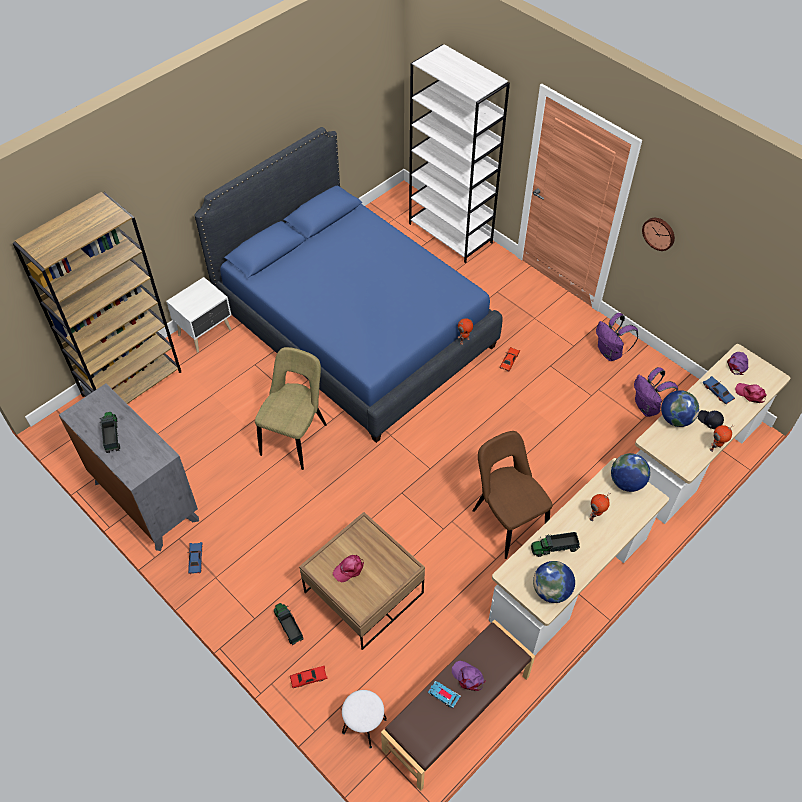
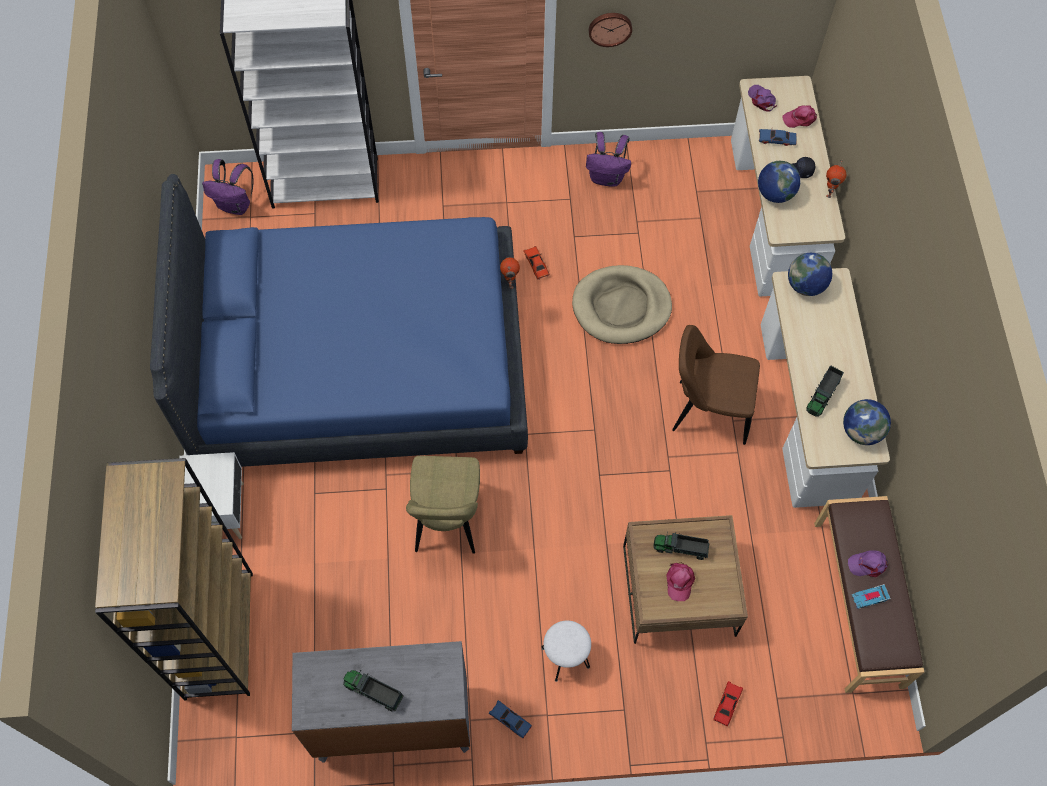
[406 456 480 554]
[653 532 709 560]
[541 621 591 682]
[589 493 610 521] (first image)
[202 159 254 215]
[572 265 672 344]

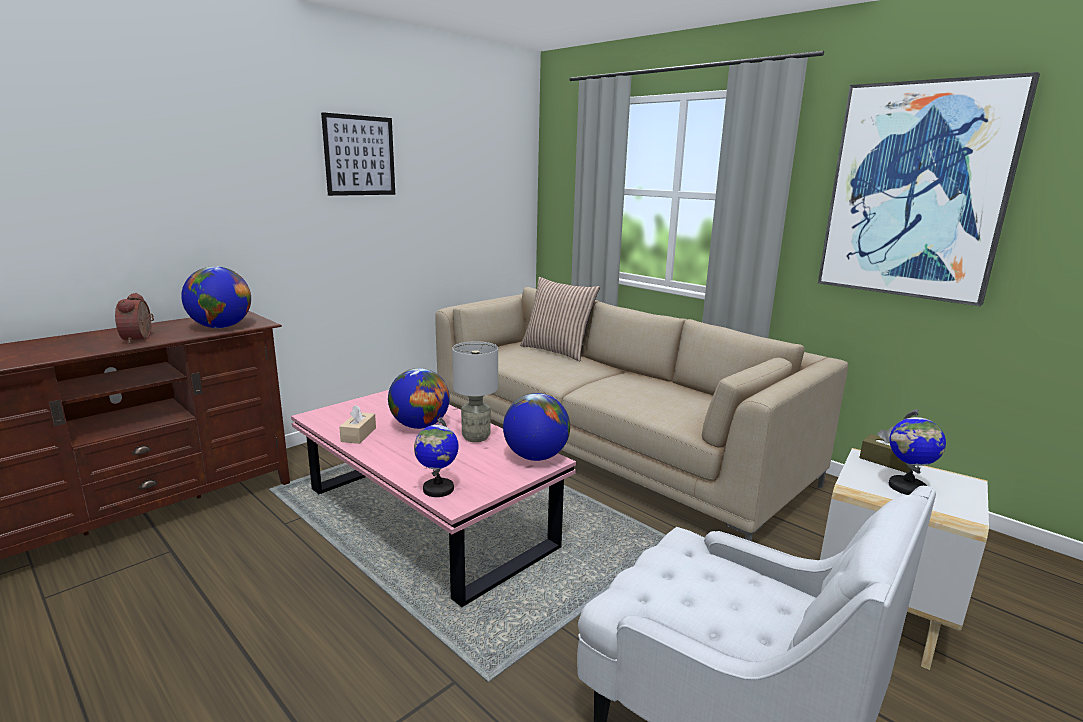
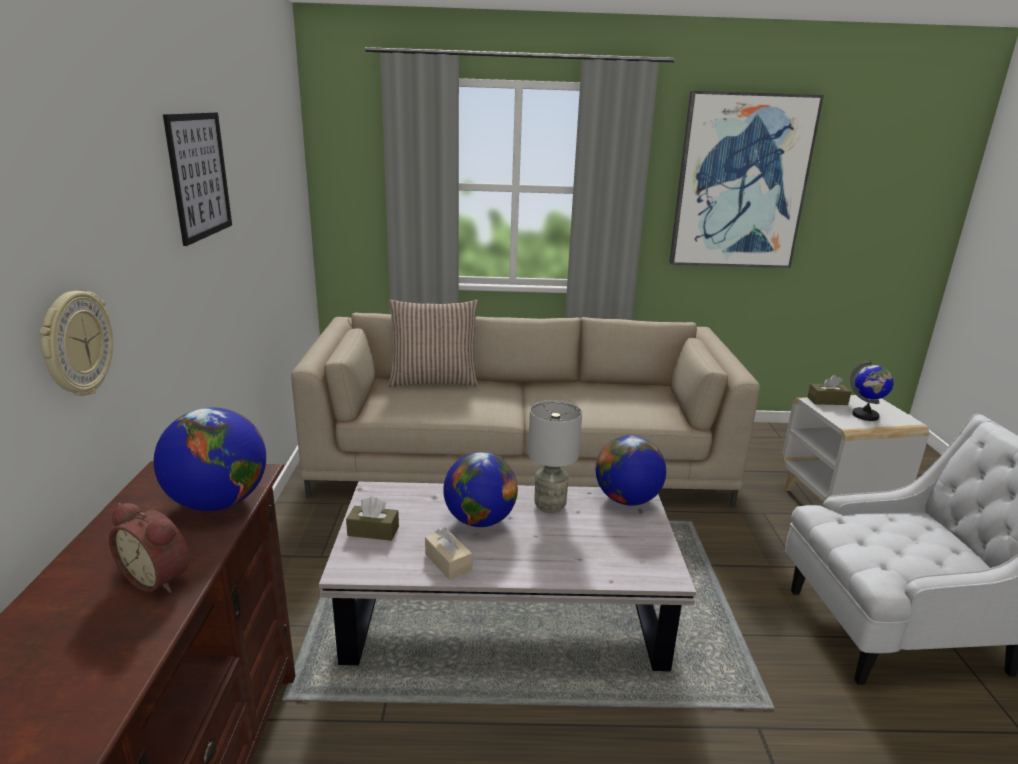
[319 482 696 671]
[414 417 458 497] (first image)
[39 291 113 396]
[346 497 399 541]

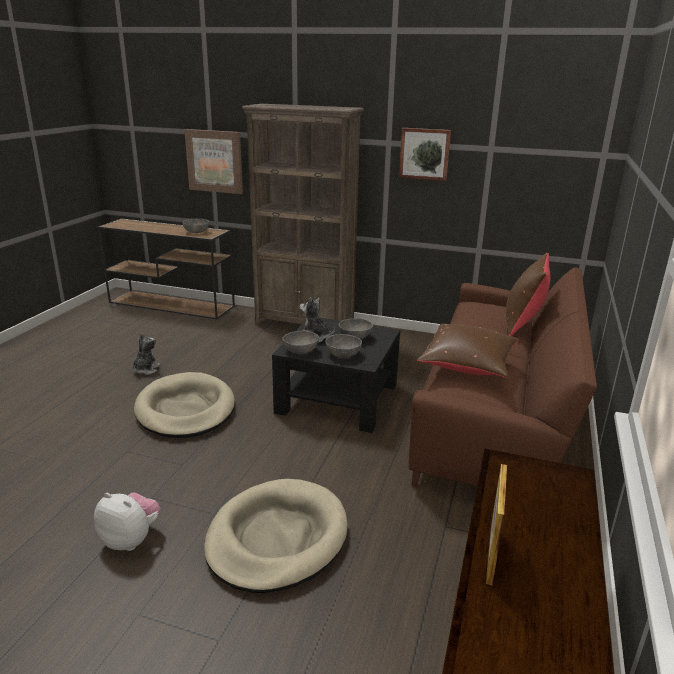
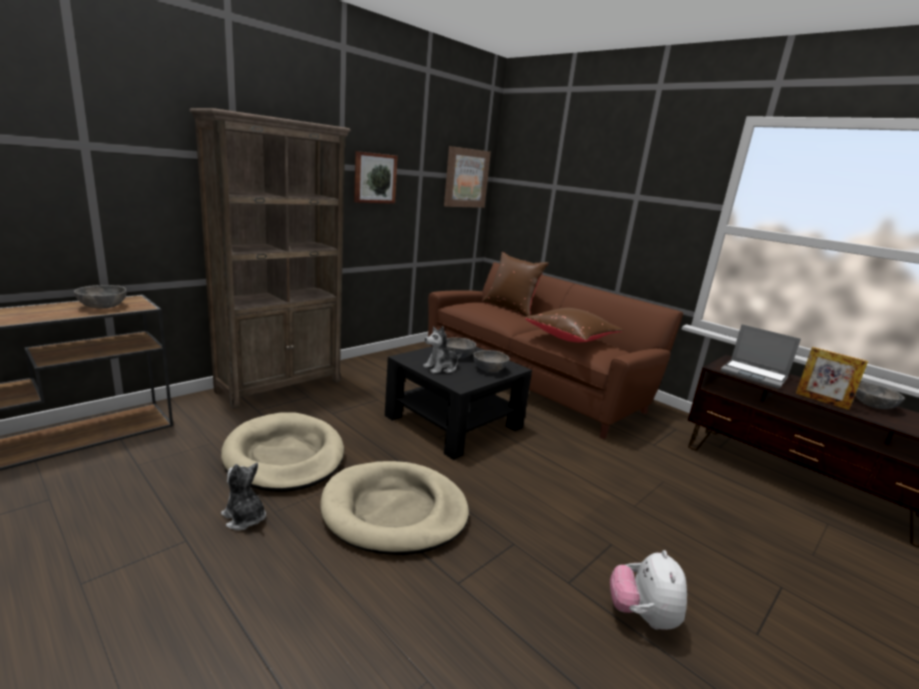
[610 550 687 630]
[444 146 491 208]
[221 412 344 492]
[855 382 905 409]
[721 324 801 389]

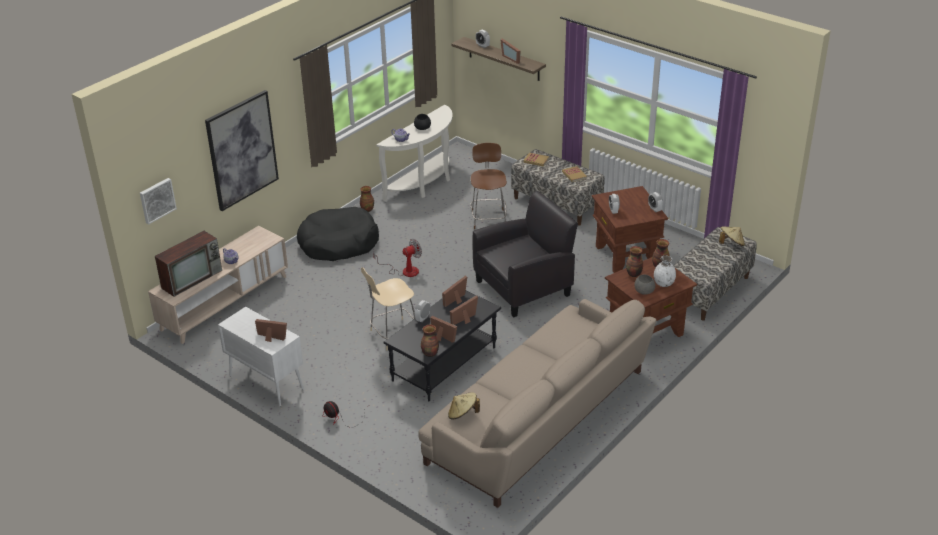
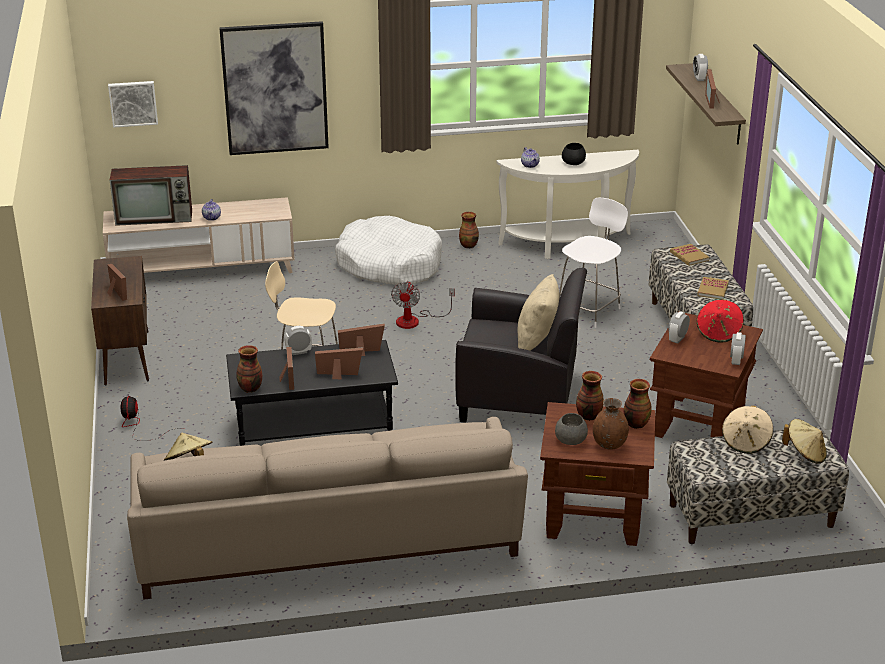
[91 256 149 385]
[335 216 442 285]
[391 281 455 329]
[559 198 628 328]
[593 398 629 450]
[517 274 559 351]
[697 299 744 343]
[722 405 773 454]

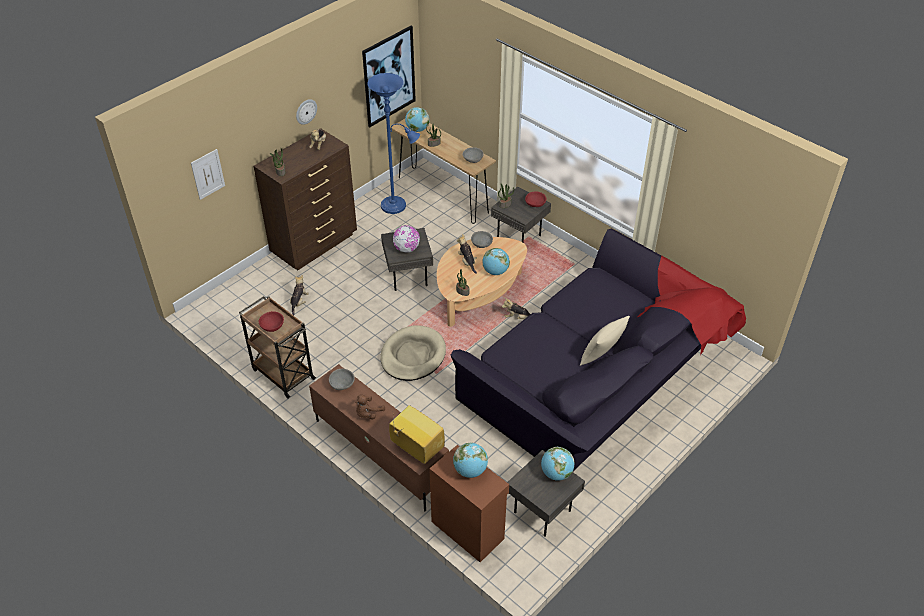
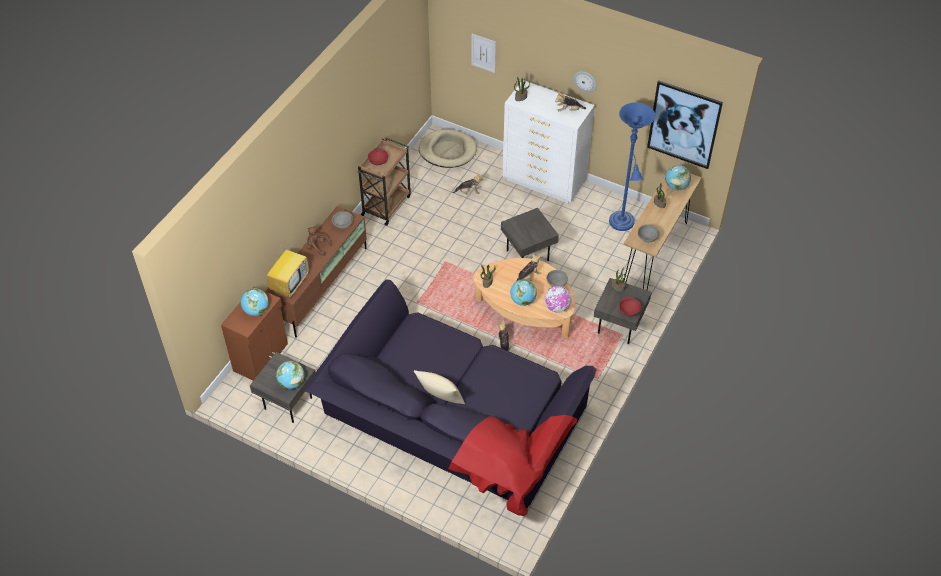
[503 80 595 203]
[419 129 477 168]
[545 286 571 313]

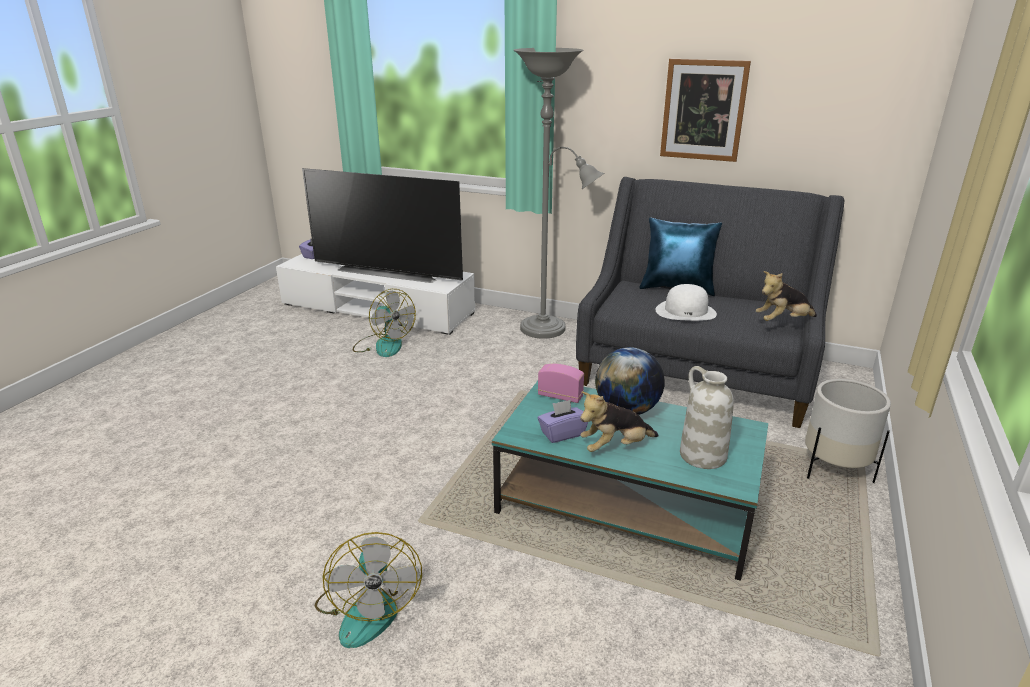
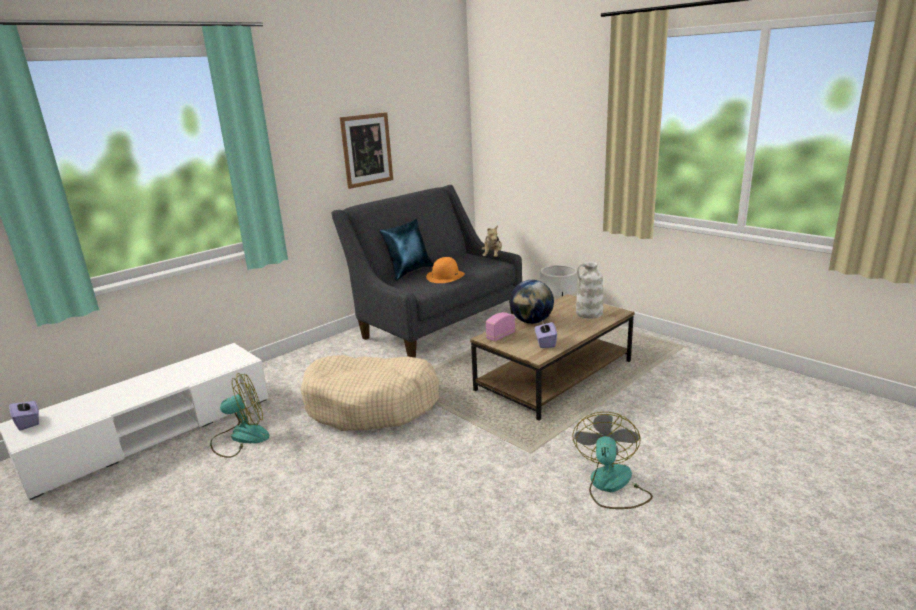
[302 168 463 283] (first image)
[572 412 653 509]
[470 294 634 420]
[514 48 604 339] (first image)
[580 392 659 452] (first image)
[426 257 465 283]
[301 355 439 431]

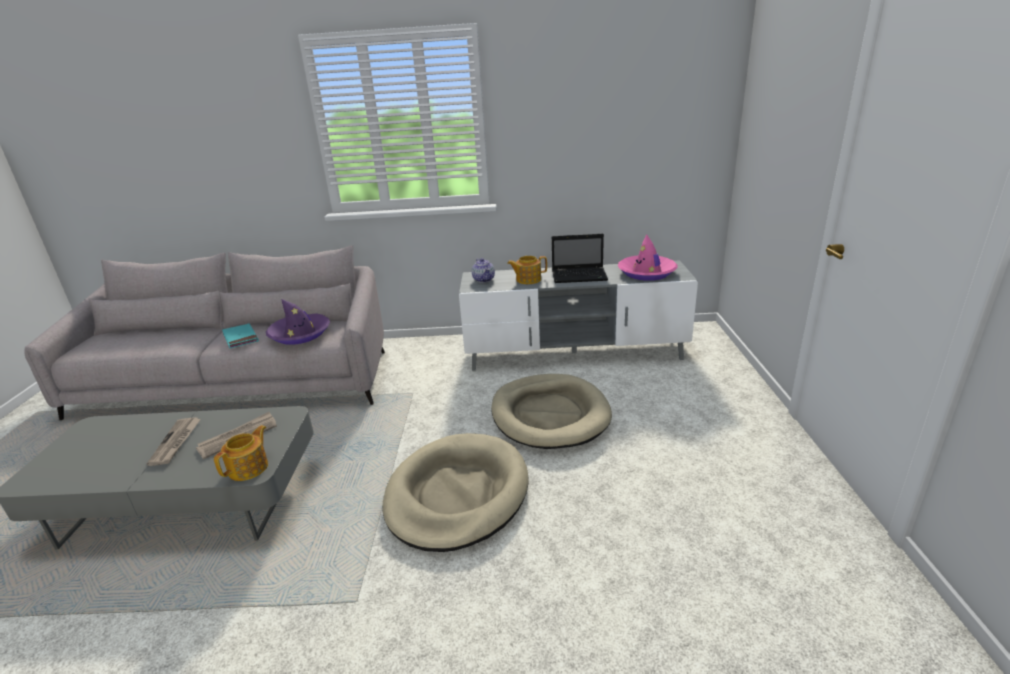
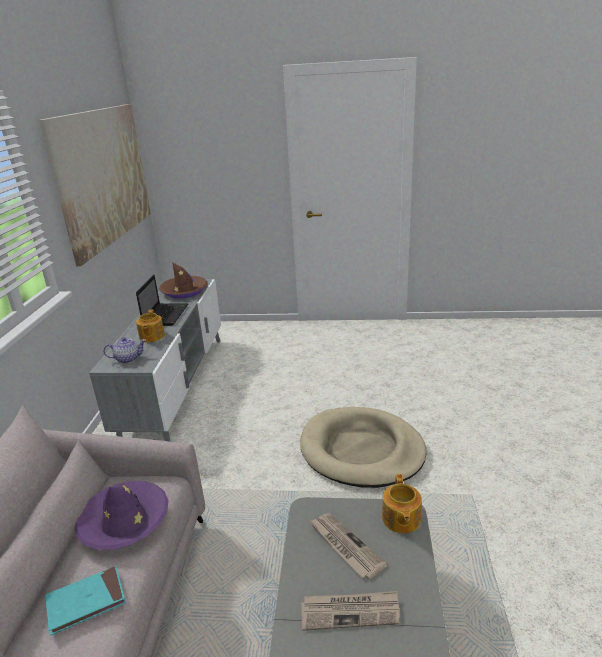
[382 474 422 533]
[491 374 612 449] (first image)
[159 262 208 298]
[39 104 151 266]

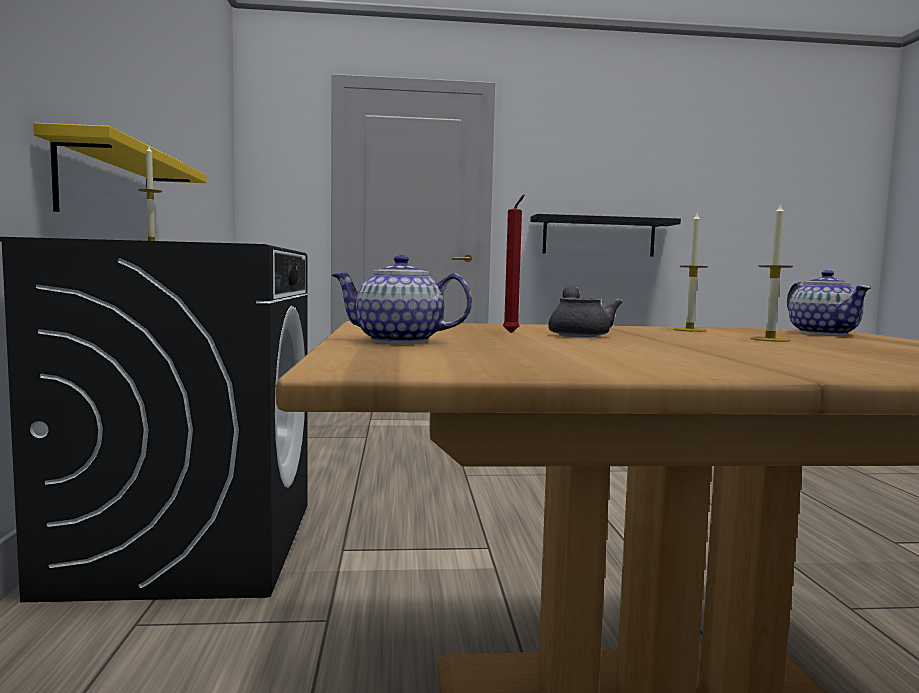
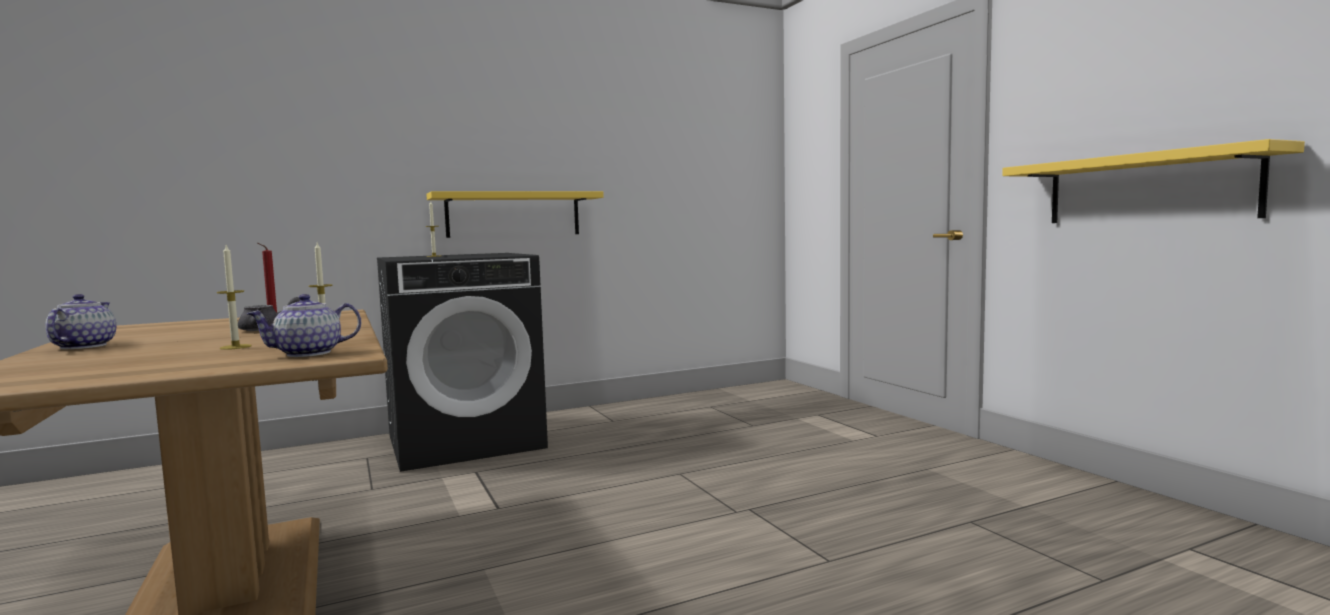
[45 294 116 349]
[1002 139 1305 223]

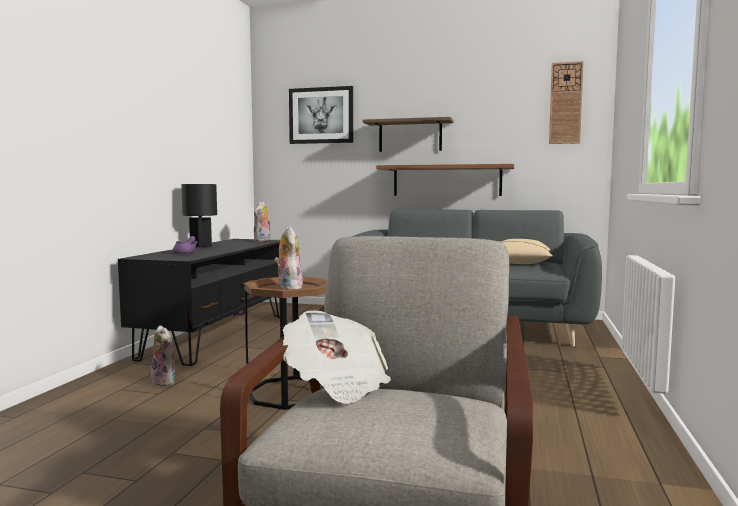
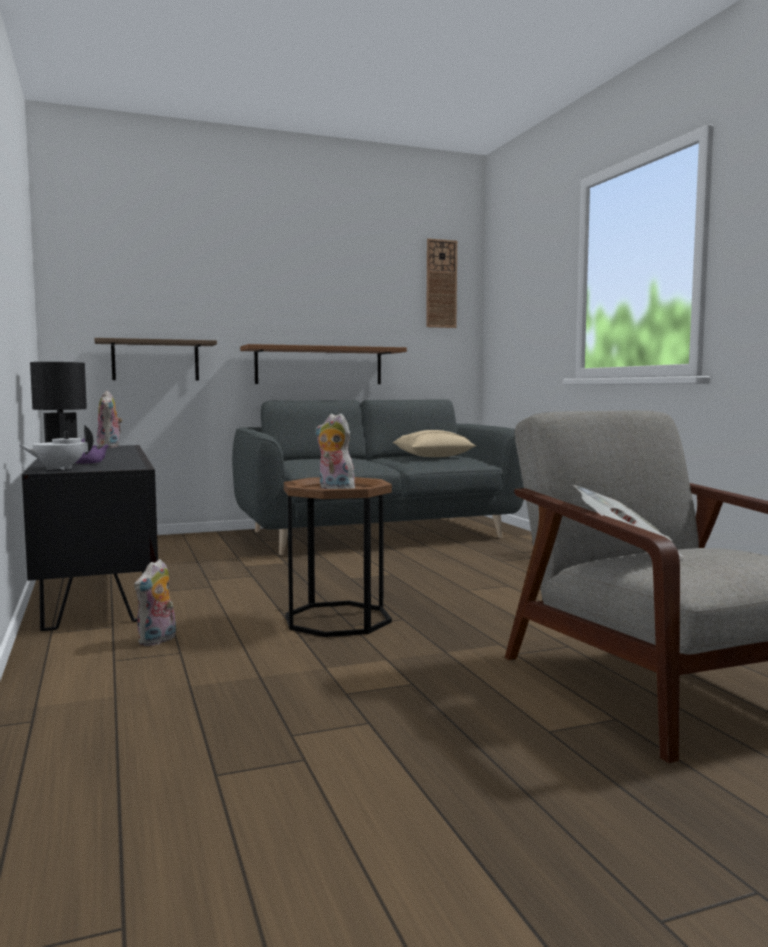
[134 559 176 646]
[289 86 353 144] (first image)
[94 338 217 380]
[18 425 93 470]

